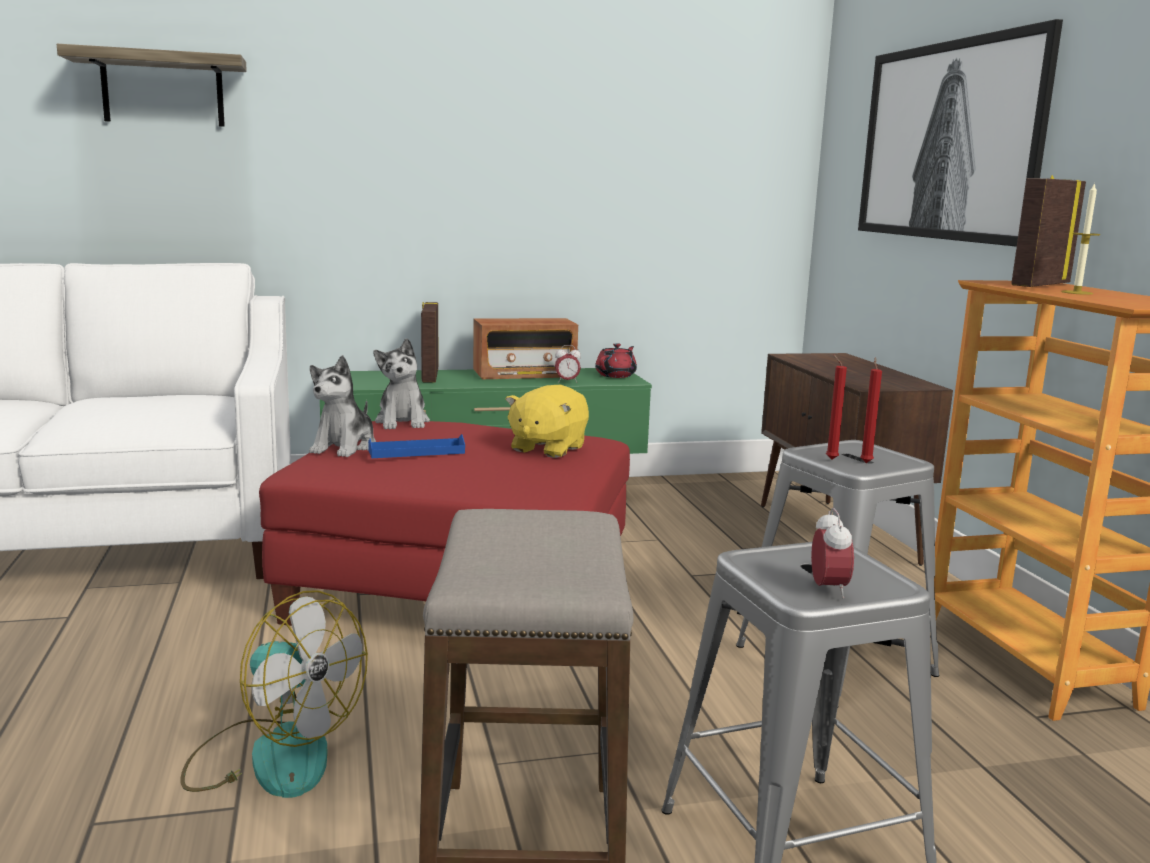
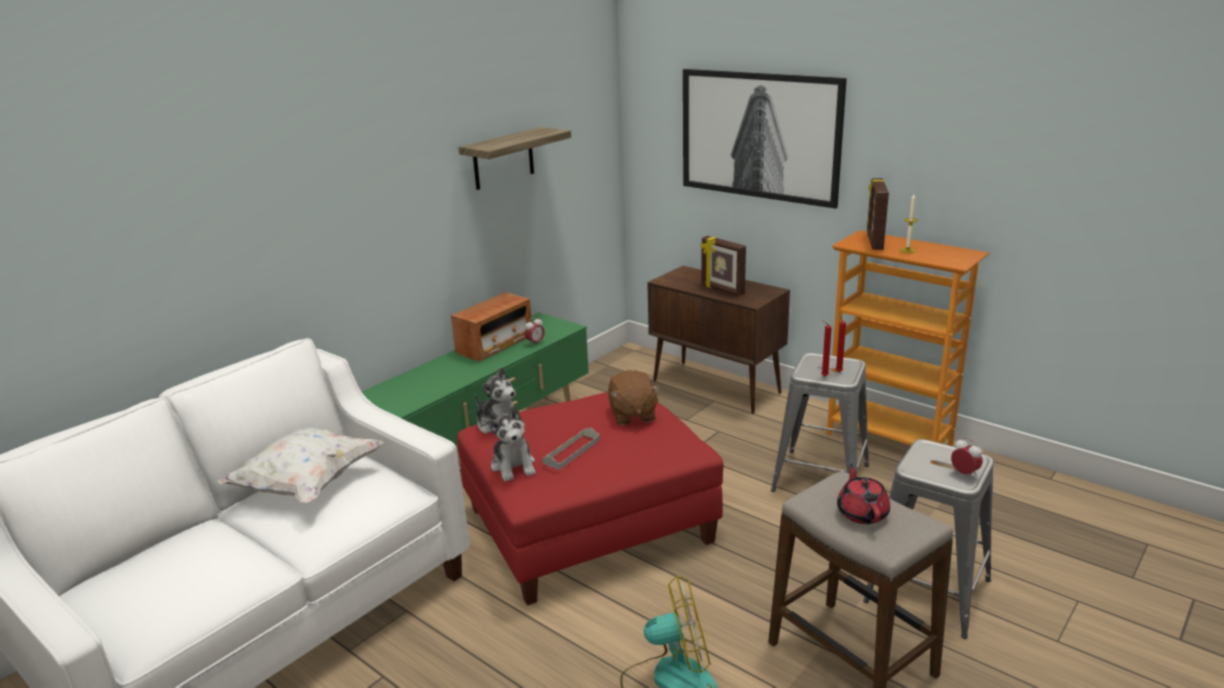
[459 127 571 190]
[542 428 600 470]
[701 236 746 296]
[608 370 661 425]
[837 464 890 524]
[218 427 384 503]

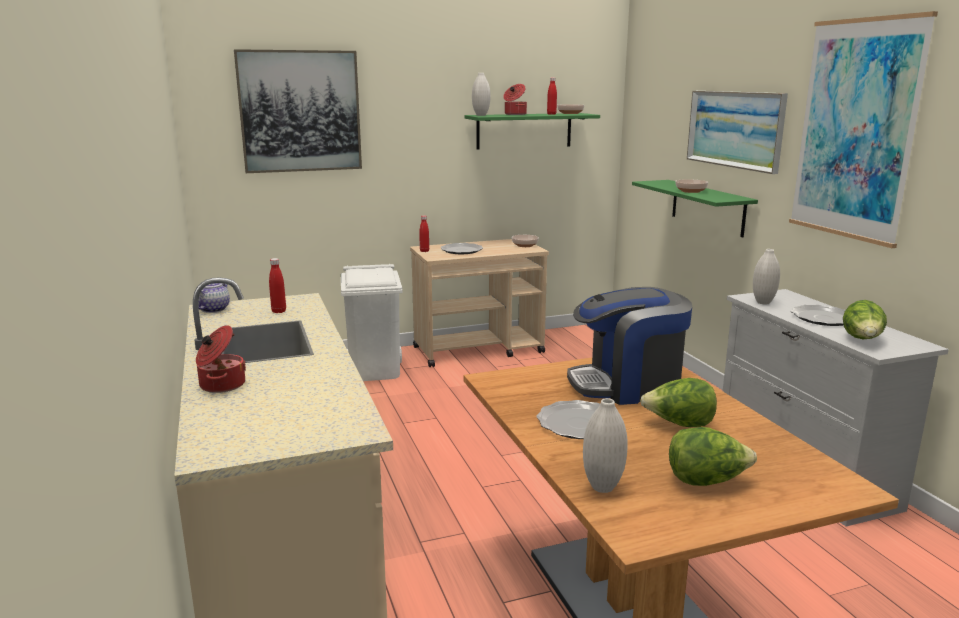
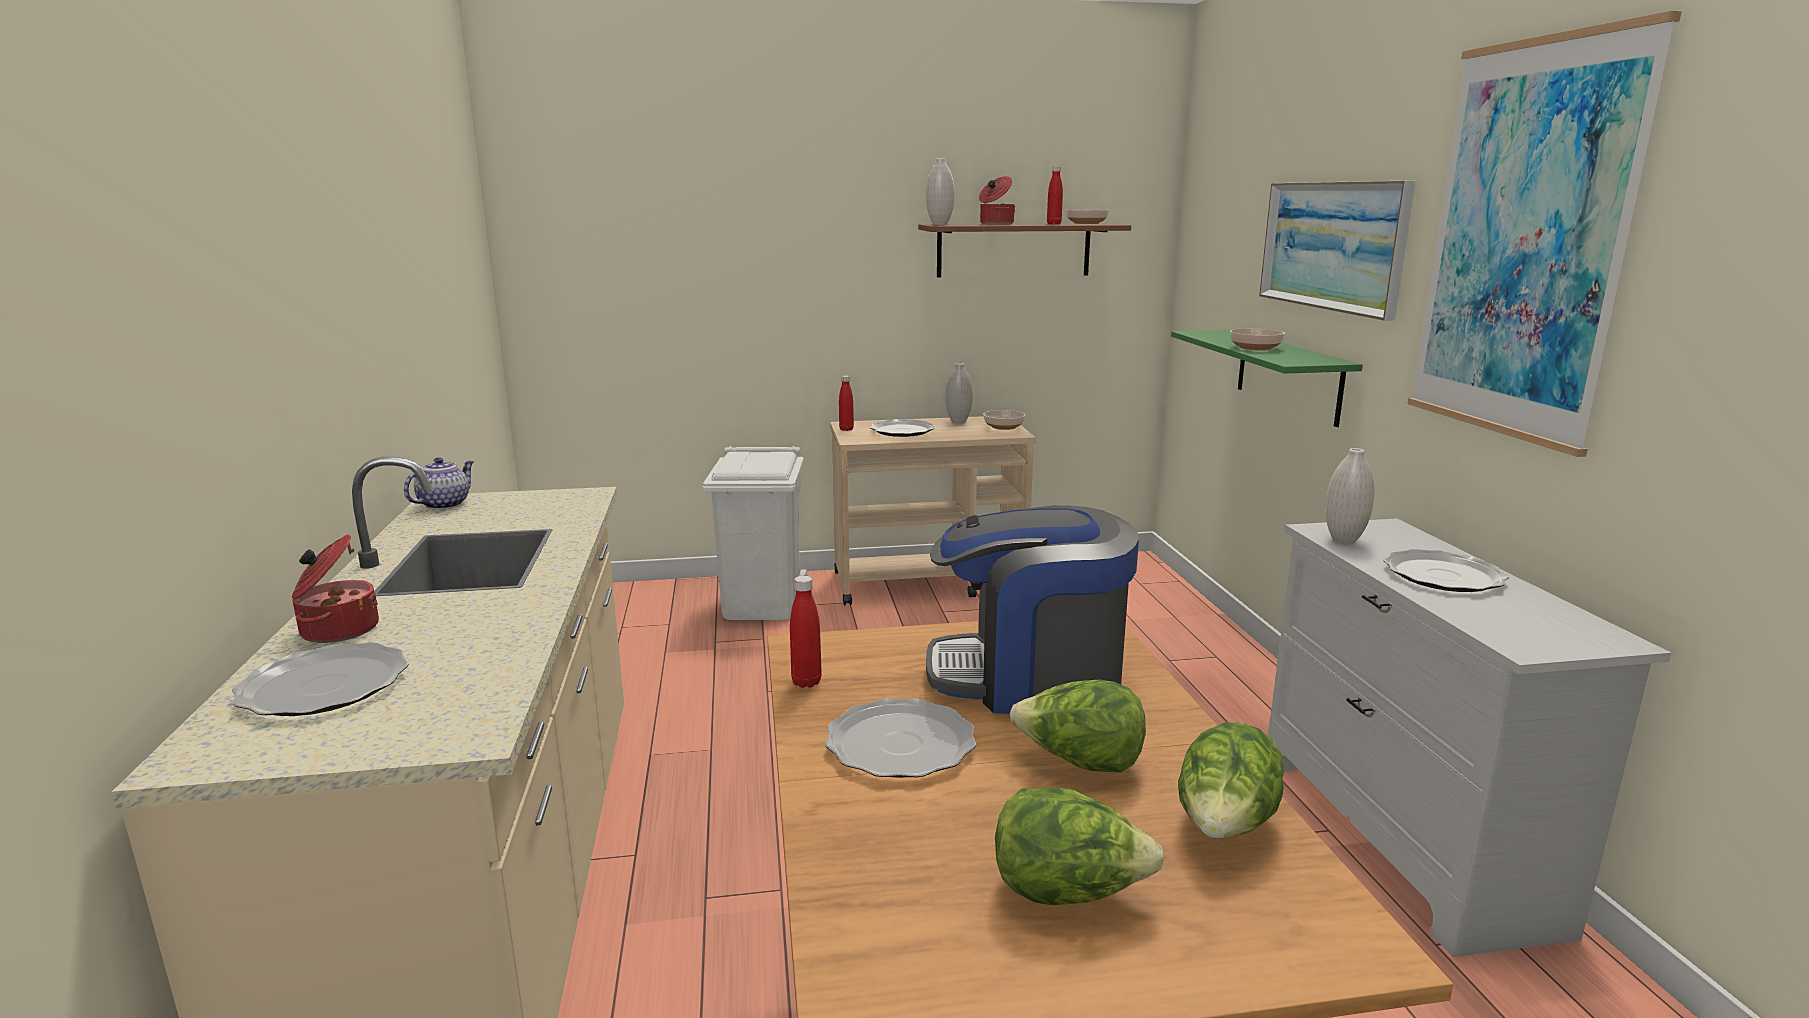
[234 49 362 173] (first image)
[790 576 822 688]
[918 223 1131 277]
[946 363 973 424]
[1178 722 1284 839]
[232 643 409 716]

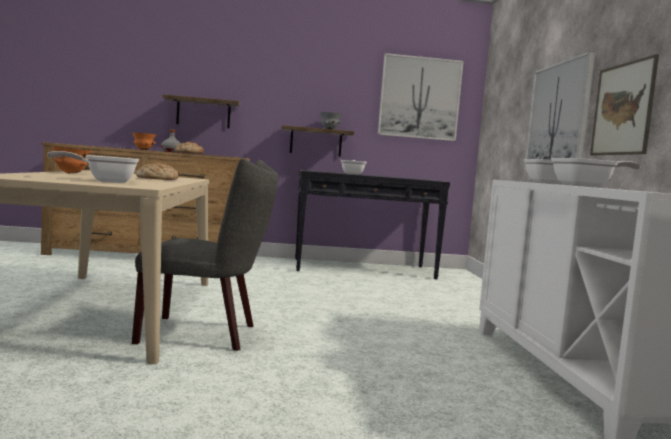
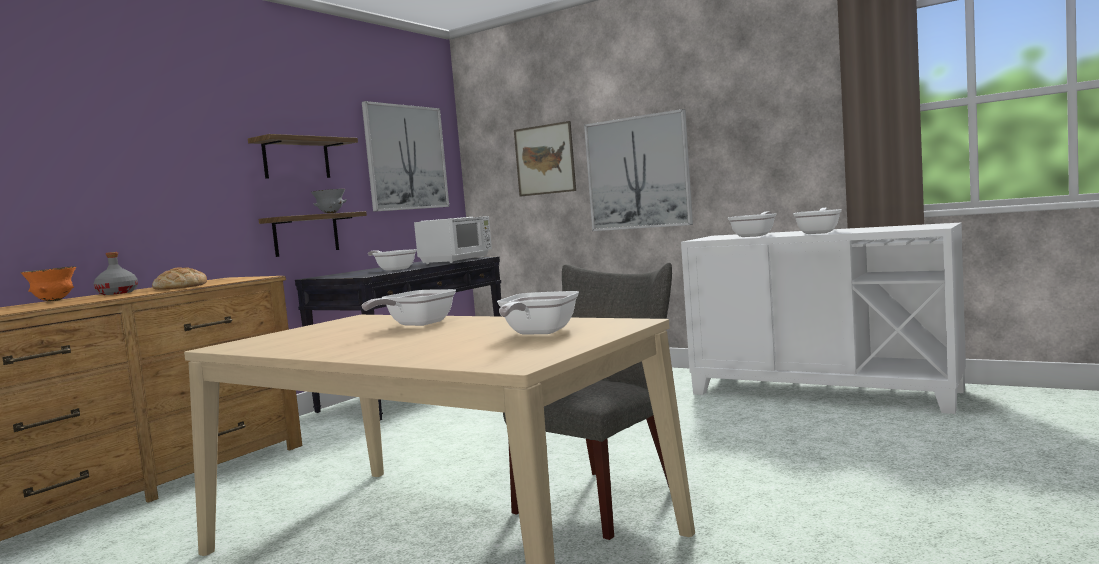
[51 146 92 173] (first image)
[361 289 456 326]
[248 134 358 179]
[514 121 576 197]
[414 216 492 264]

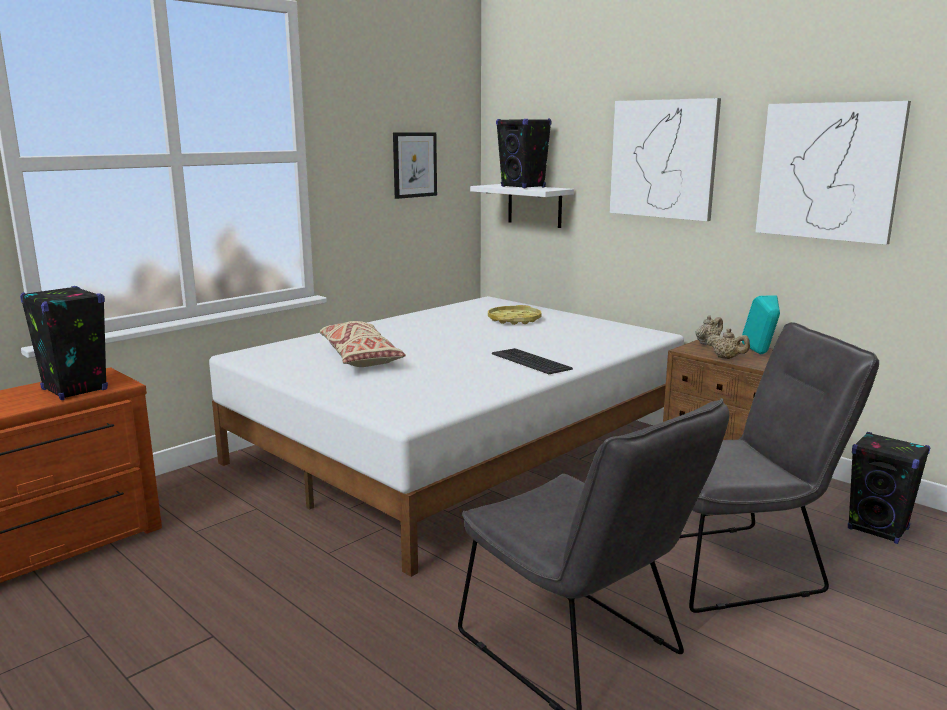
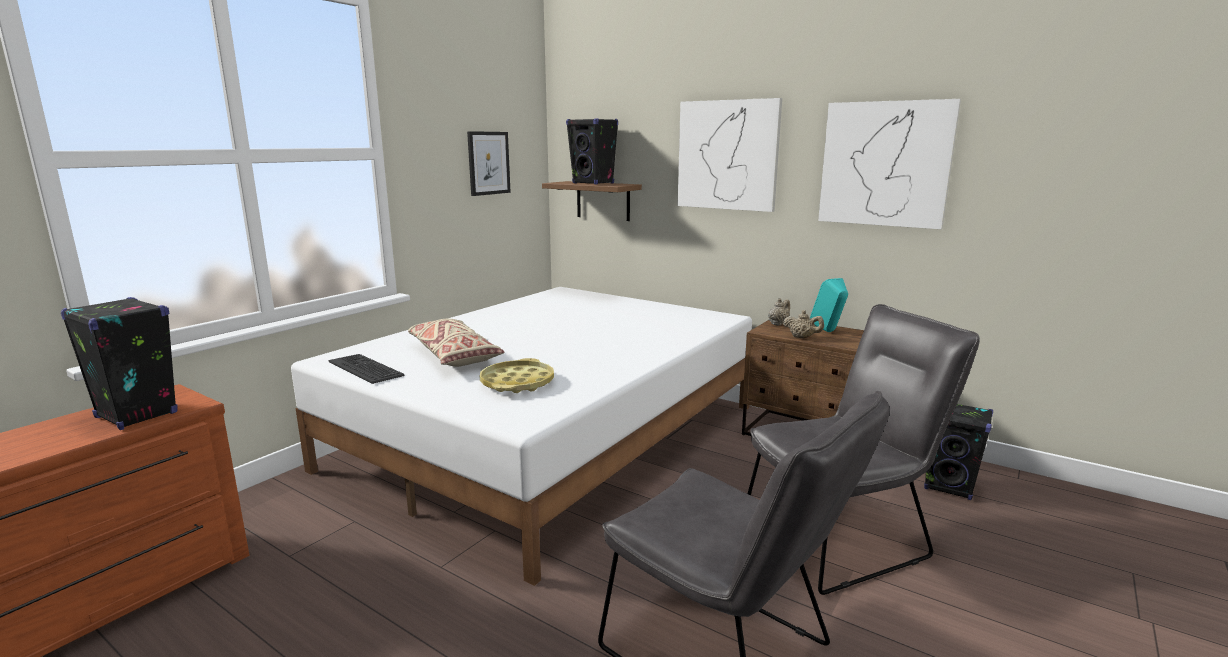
[542 181 642 221]
[480 358 554 393]
[329 354 404 384]

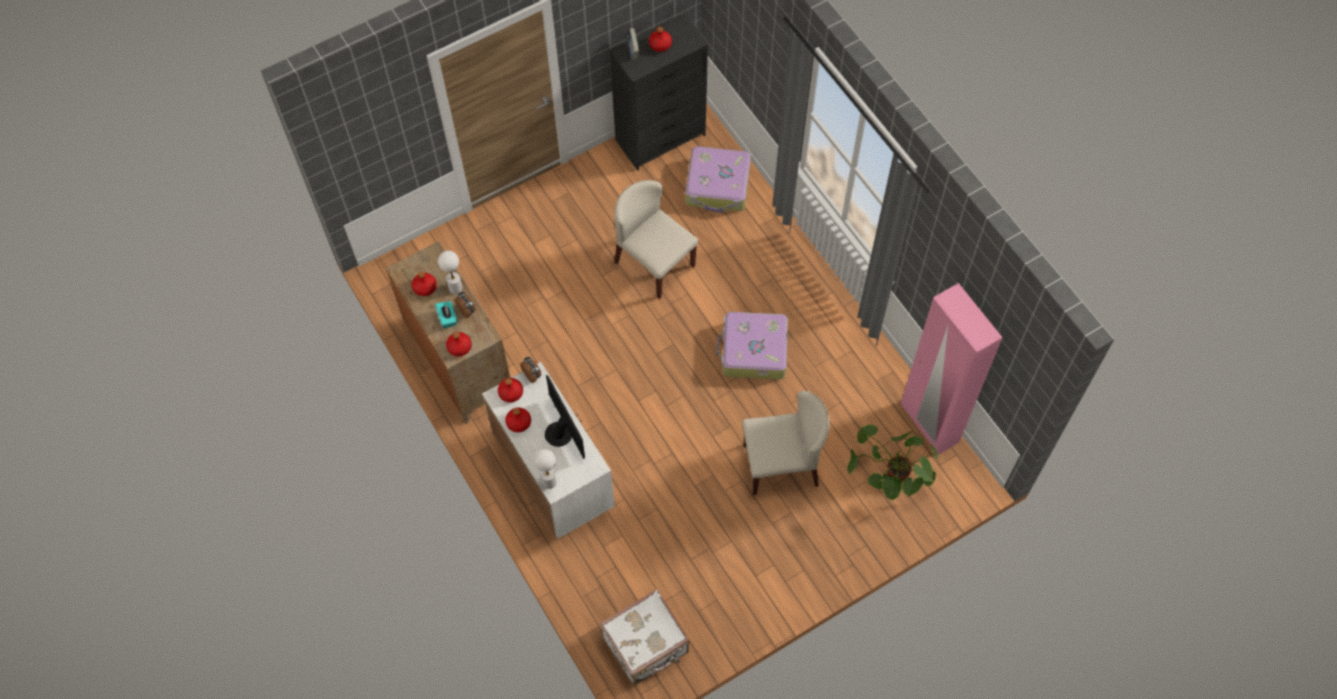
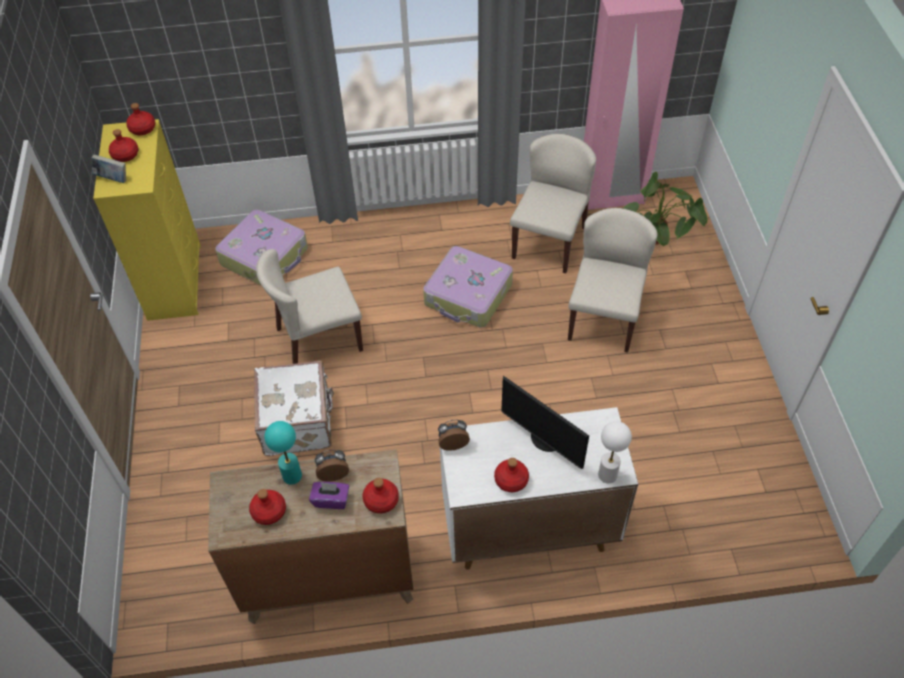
[309 482 349 509]
[264 421 302 485]
[126 103 156 135]
[501 376 589 469]
[254 360 334 456]
[93 119 201 321]
[510 134 596 273]

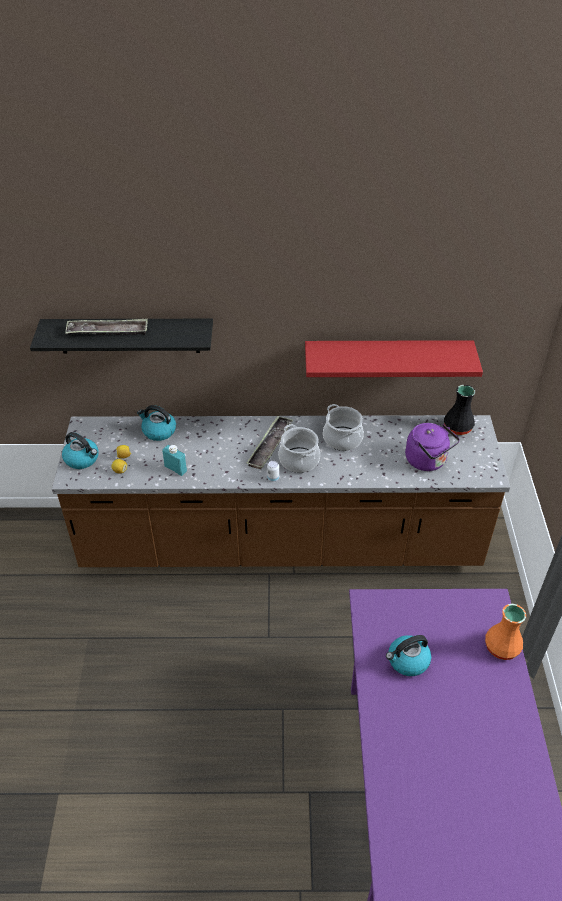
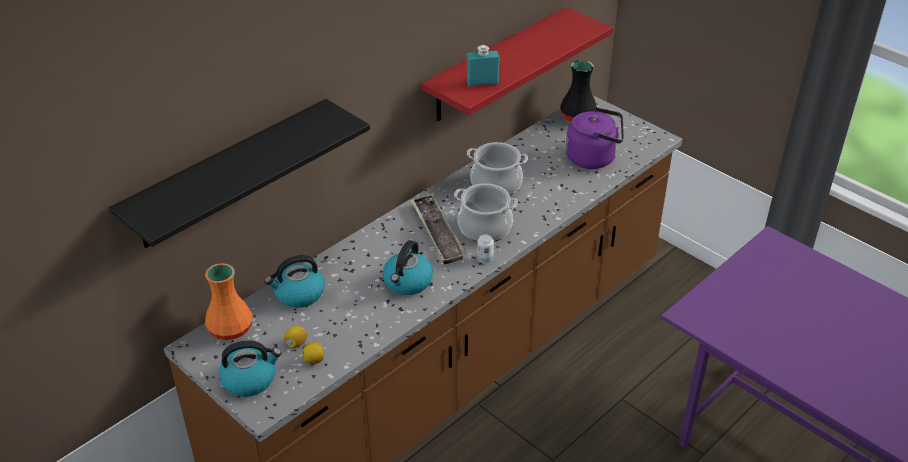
[65 318 148 335] (first image)
[467 45 499 87]
[383 240 433 295]
[205 263 252 340]

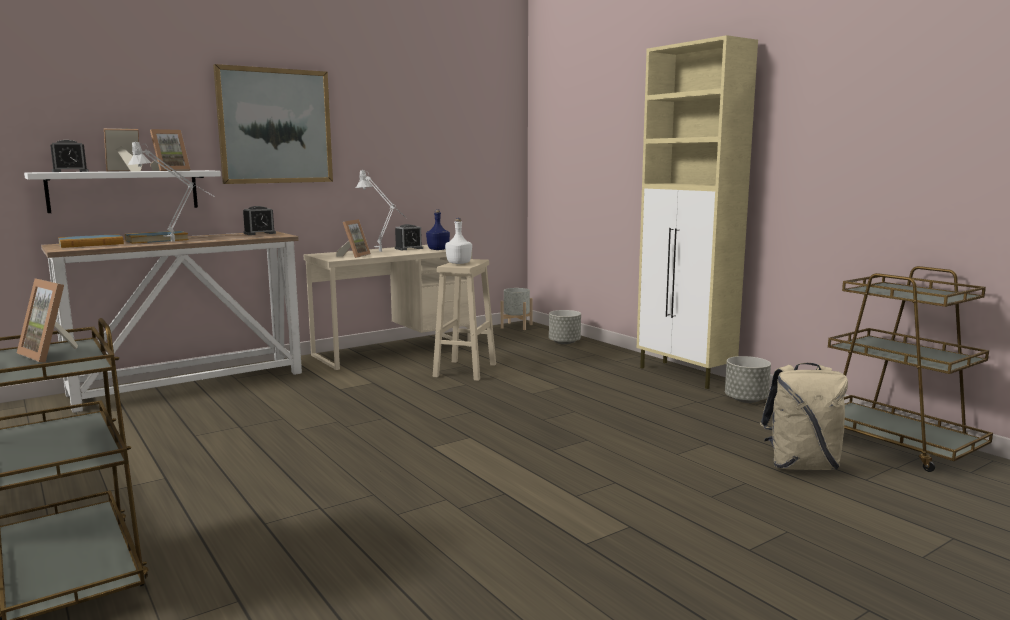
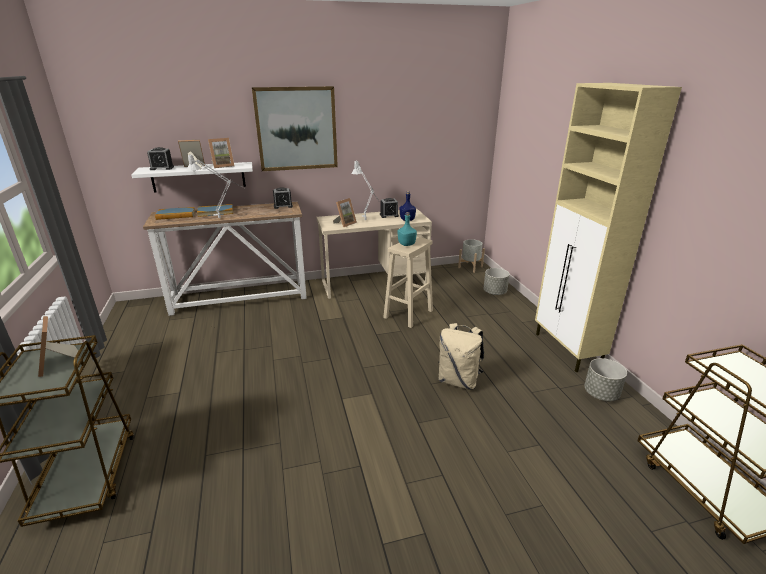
[397 212 417 246]
[438 323 484 390]

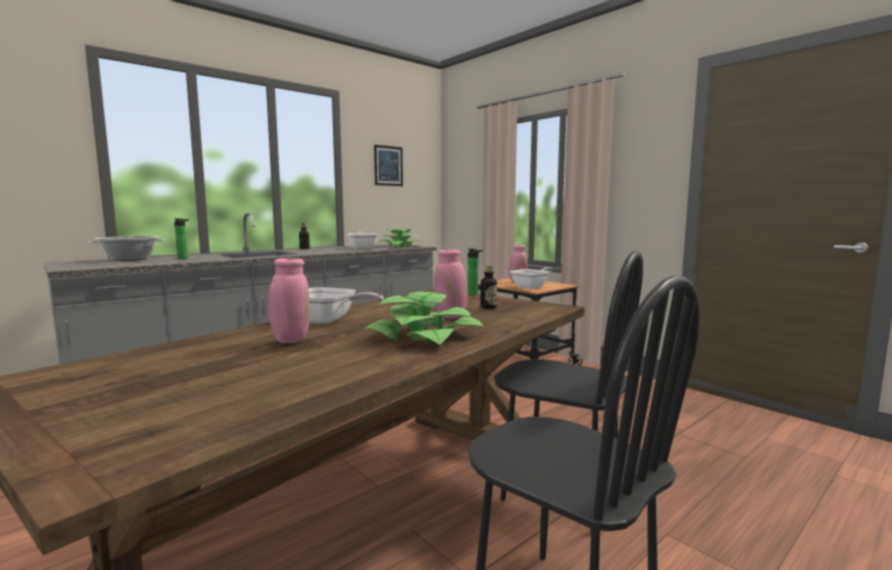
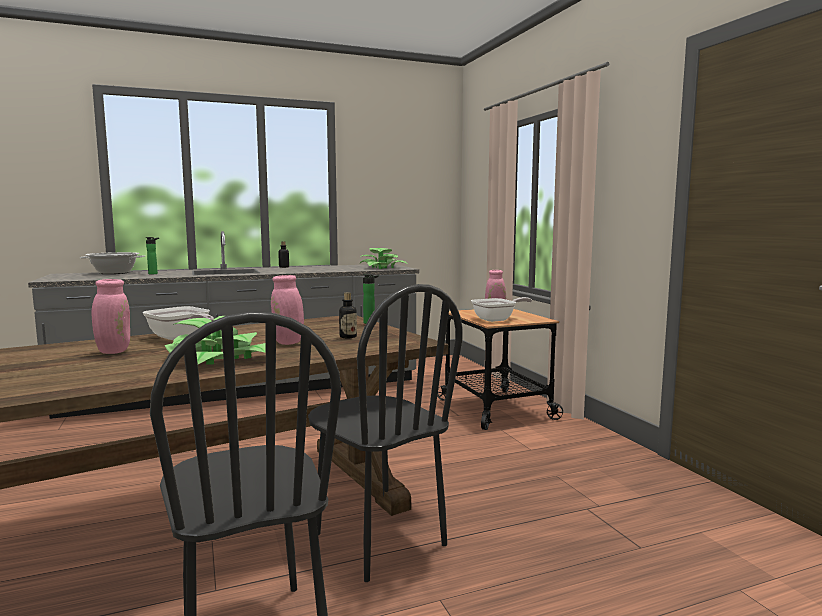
[347 231 379 249] (first image)
[374 145 403 186] (first image)

